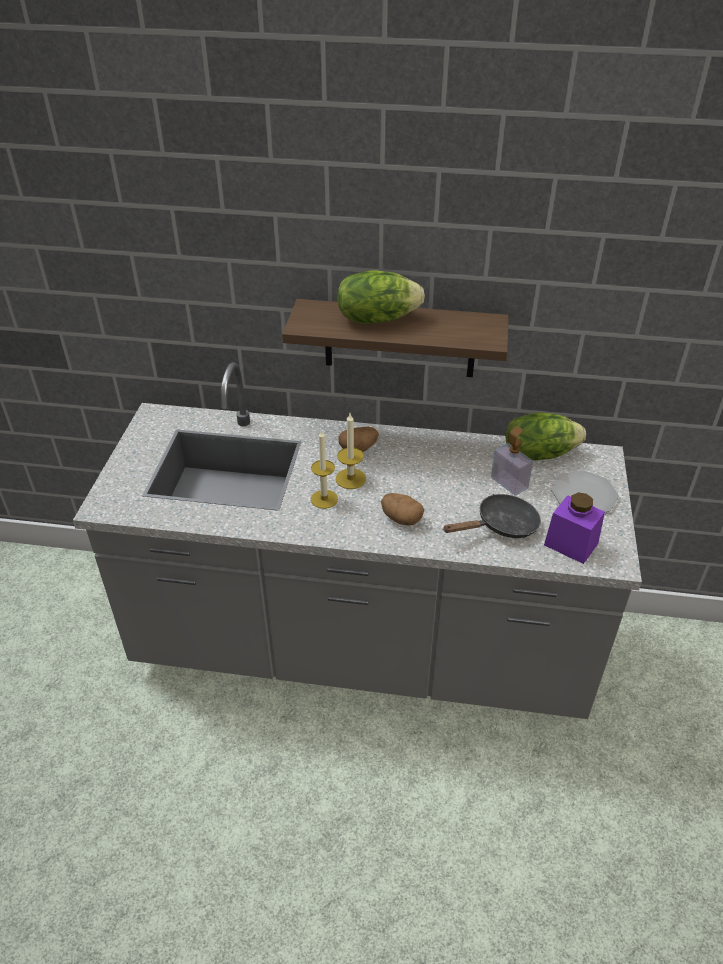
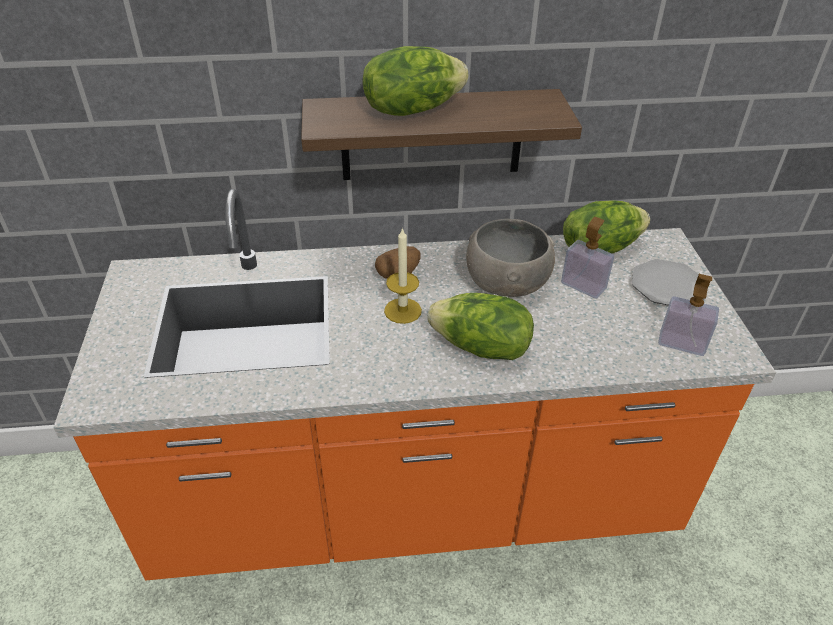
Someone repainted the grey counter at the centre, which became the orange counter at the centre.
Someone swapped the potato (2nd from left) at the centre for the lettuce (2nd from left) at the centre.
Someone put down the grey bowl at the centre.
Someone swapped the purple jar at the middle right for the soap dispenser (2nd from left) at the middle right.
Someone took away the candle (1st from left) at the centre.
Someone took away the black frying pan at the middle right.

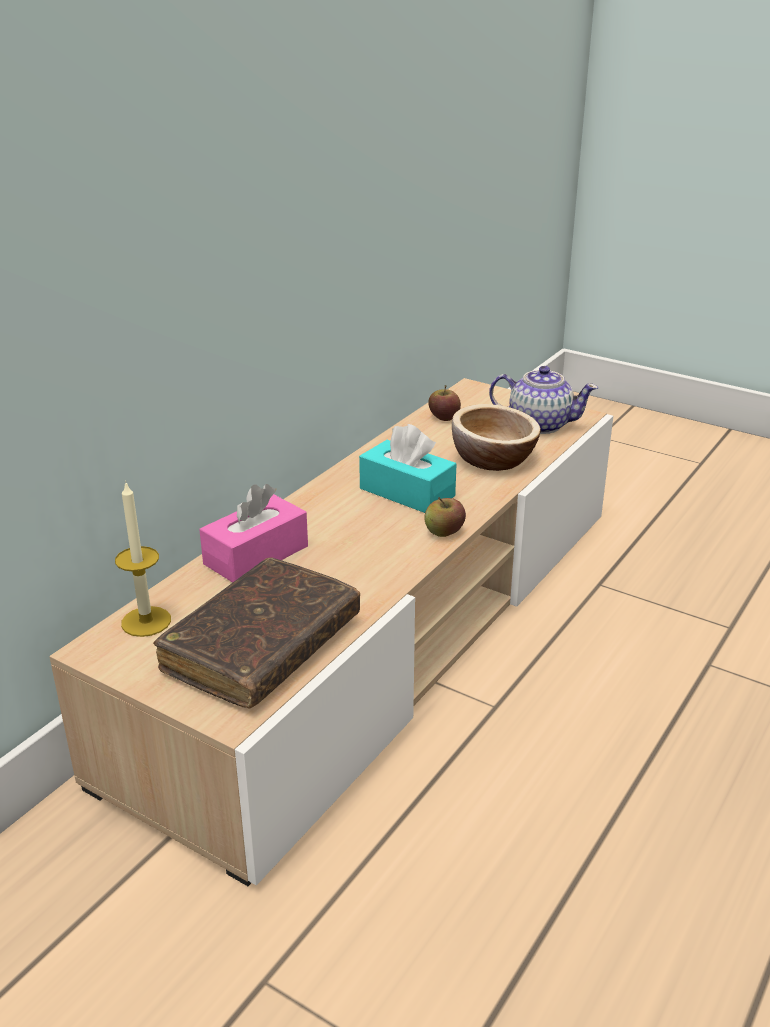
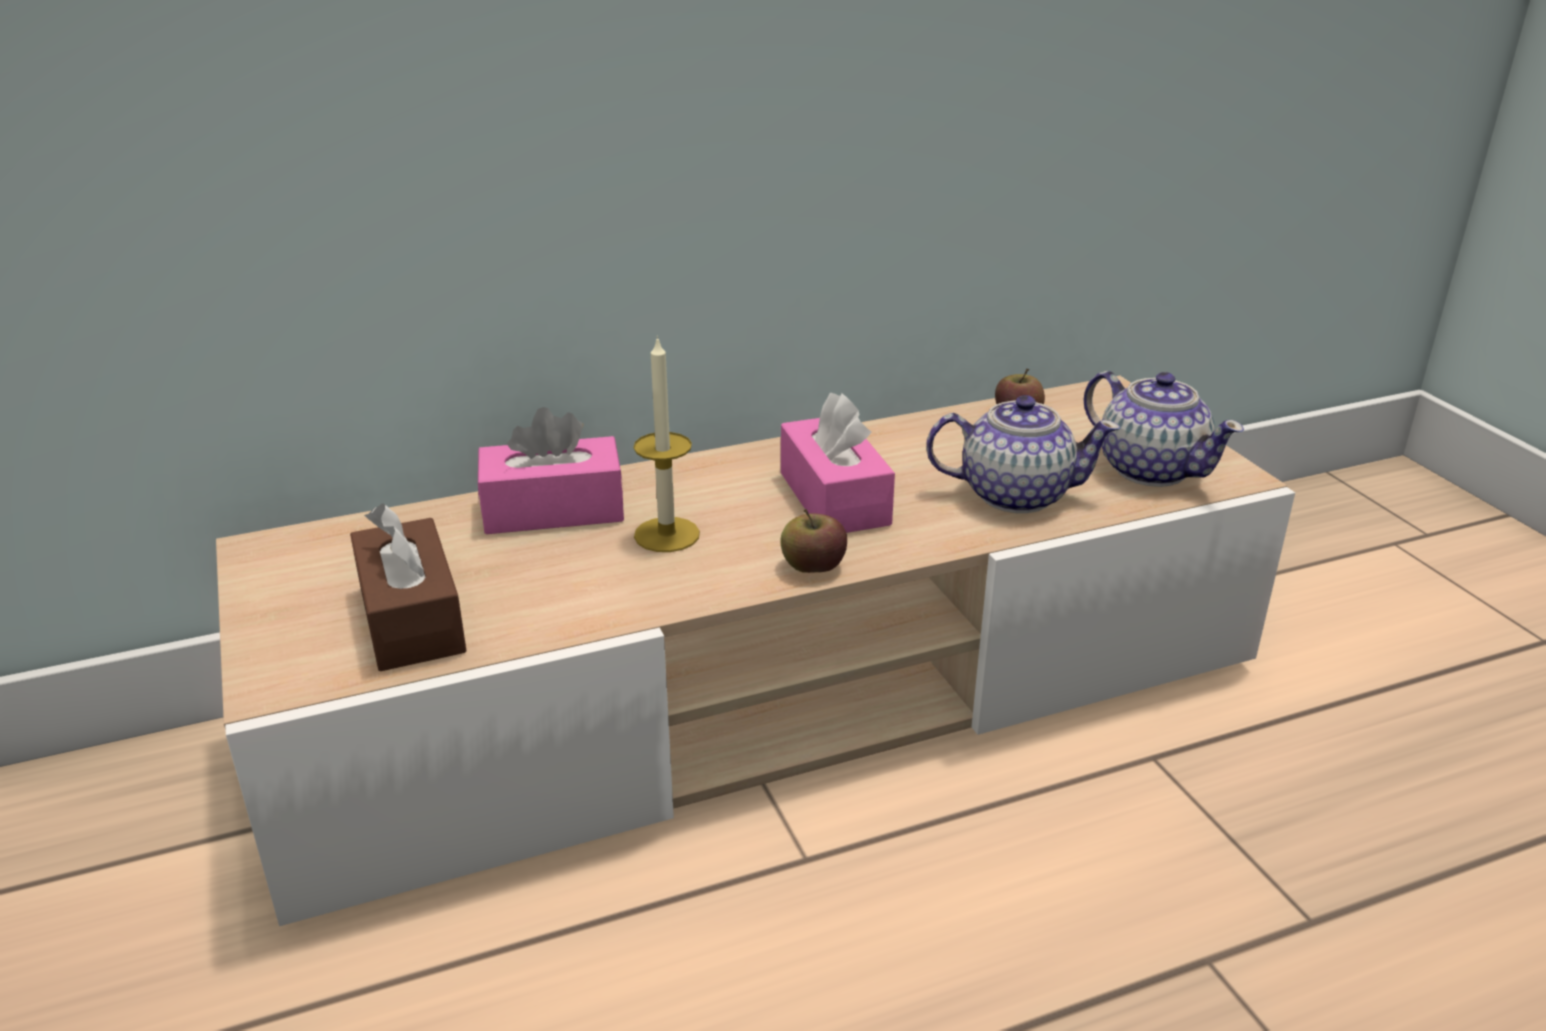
Someone swapped the brown book at the middle left for the brown tissue box at the middle left.
Someone carried the candle from the middle left to the centre.
Someone repainted the turquoise tissue box at the centre, which became the pink tissue box (2nd from left) at the centre.
Someone swapped the bowl at the centre for the teapot (1st from left) at the centre.

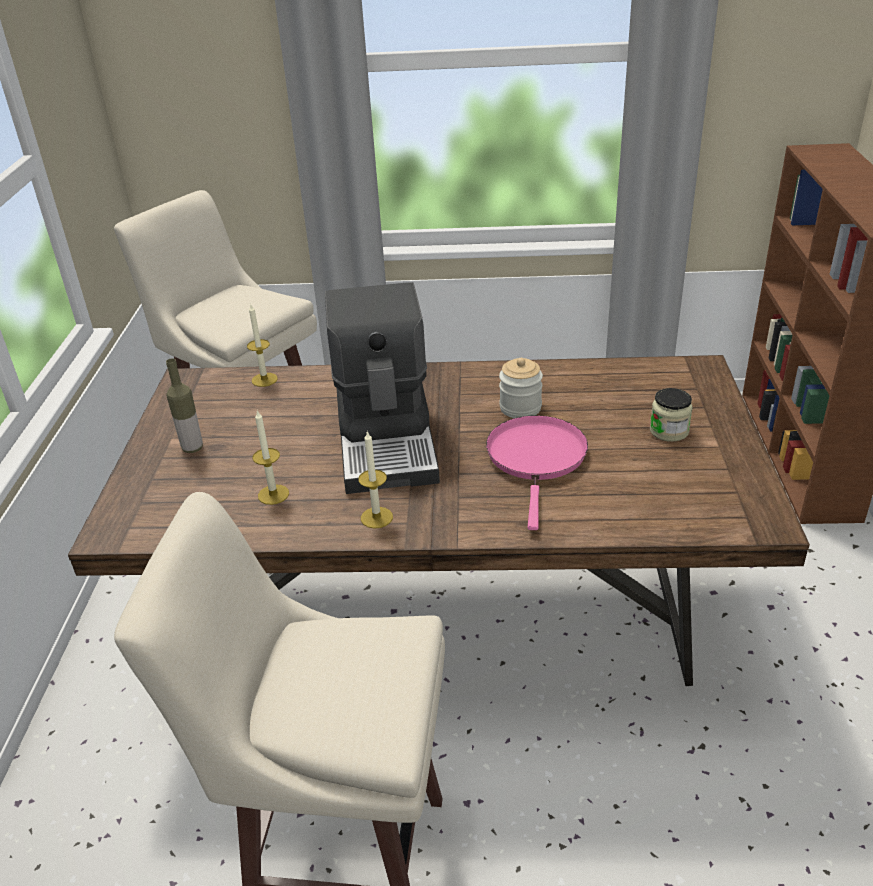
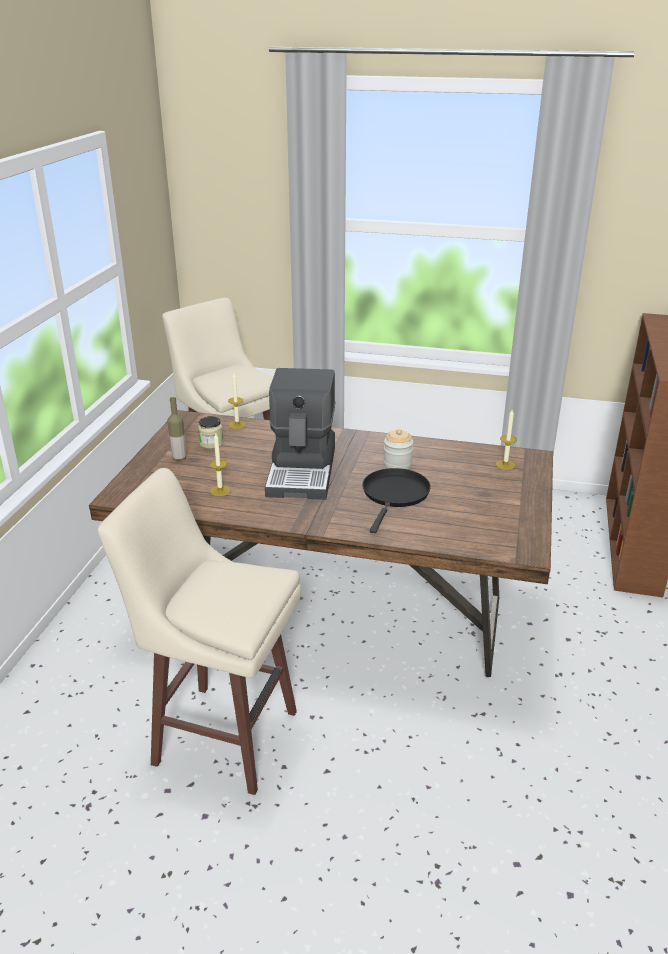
Someone carried the jar (2nd from left in the first image) from the middle right to the middle left.
Someone repainted the pink frying pan at the centre, which became the black frying pan at the centre.
Someone carried the candle (3rd from left) from the centre to the middle right.

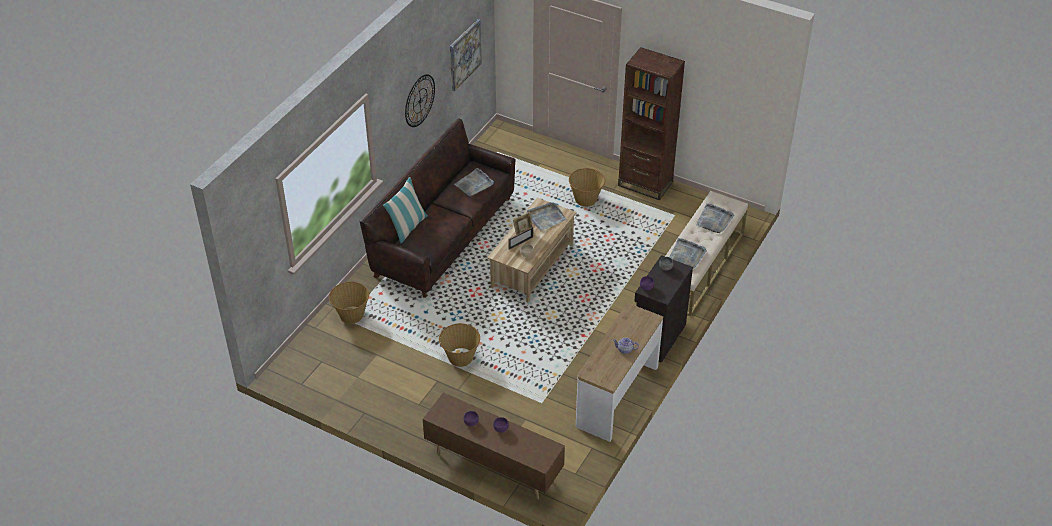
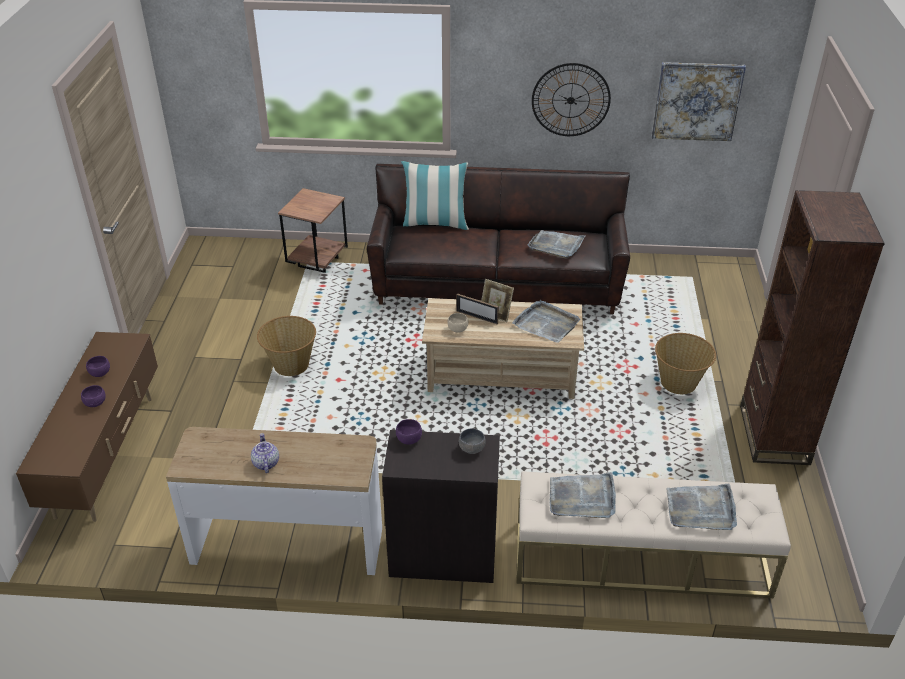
Someone swapped the basket (1st from left) at the middle left for the brown side table at the centre.

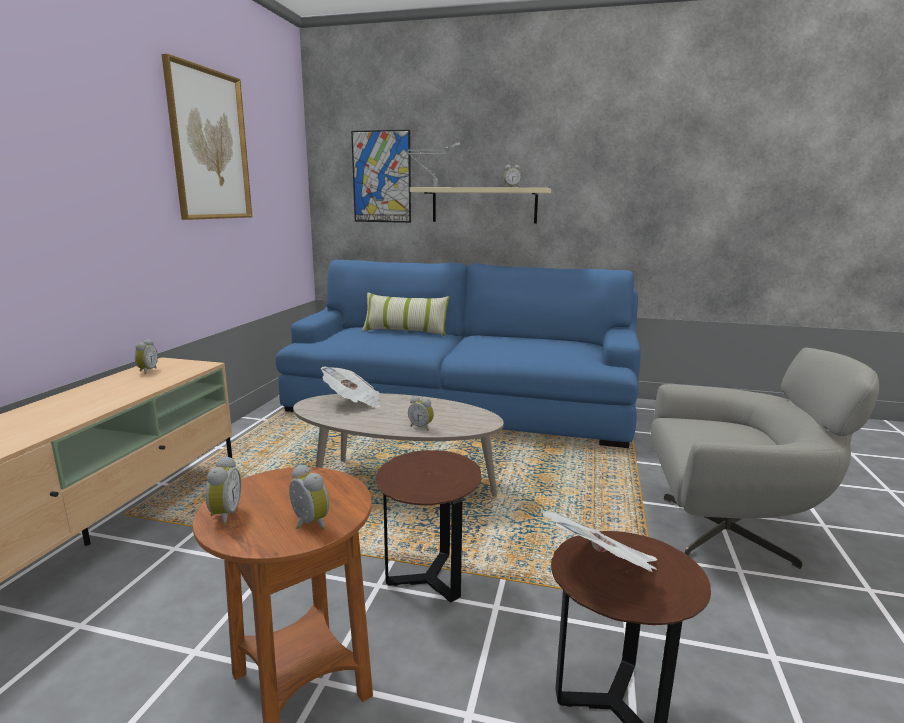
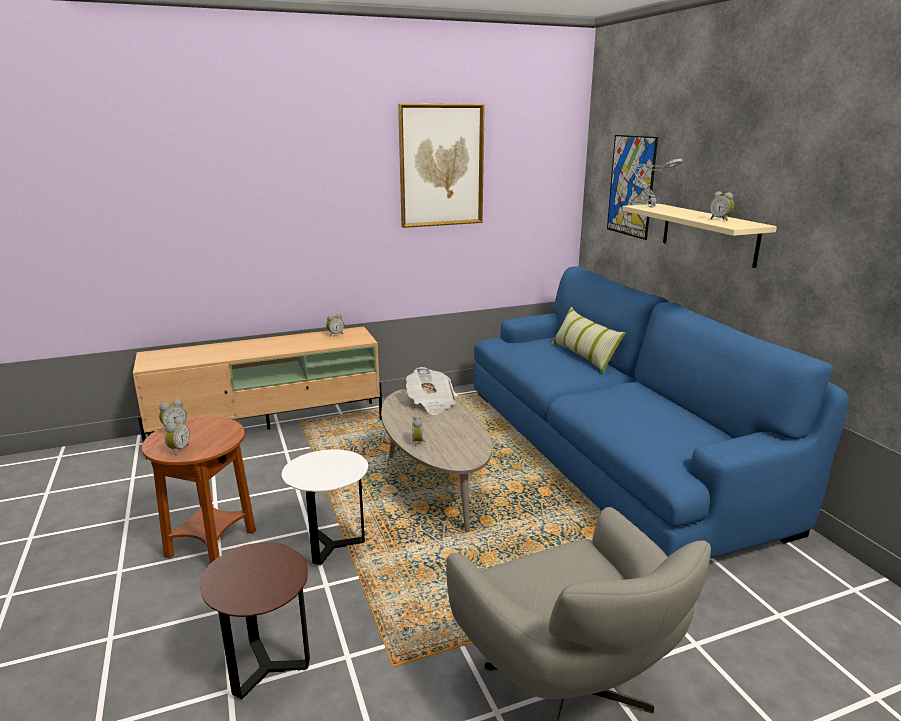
Someone repainted the brown side table (2nd from left) at the bottom centre, which became the white side table at the bottom centre.
Someone took away the newspaper (2nd from left) at the bottom centre.

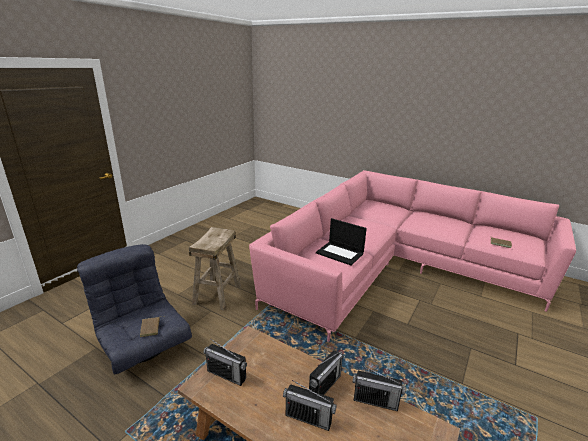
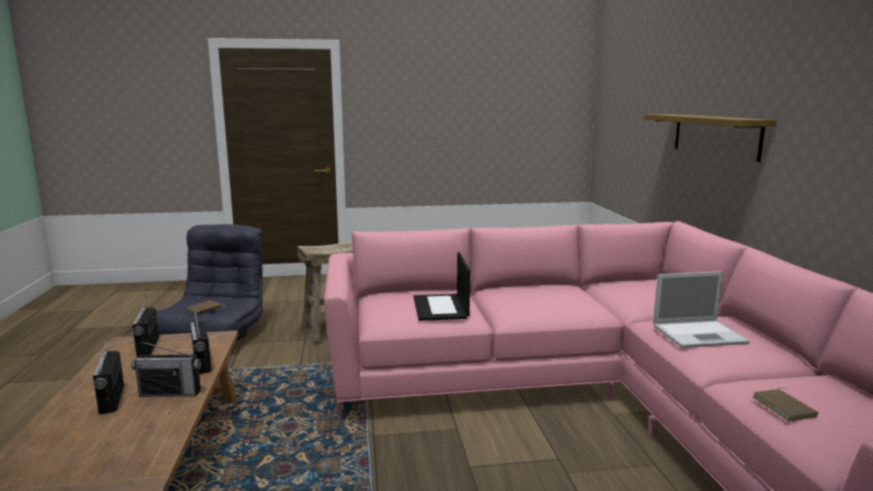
Someone carried the radio (4th from left) from the bottom centre to the bottom left.
Someone put up the shelf at the top right.
Someone put down the laptop (2nd from left) at the middle right.

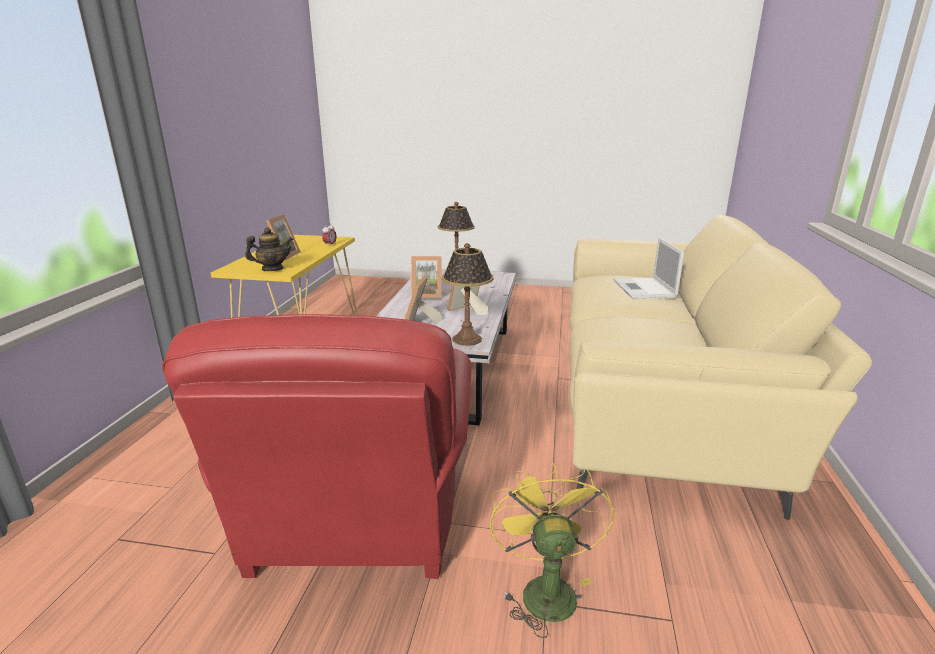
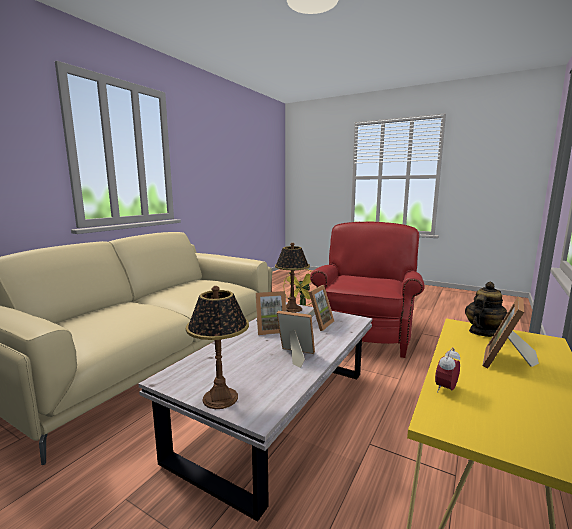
Someone rotated the teapot at the middle left by 135 degrees clockwise.
Someone took away the laptop at the middle right.

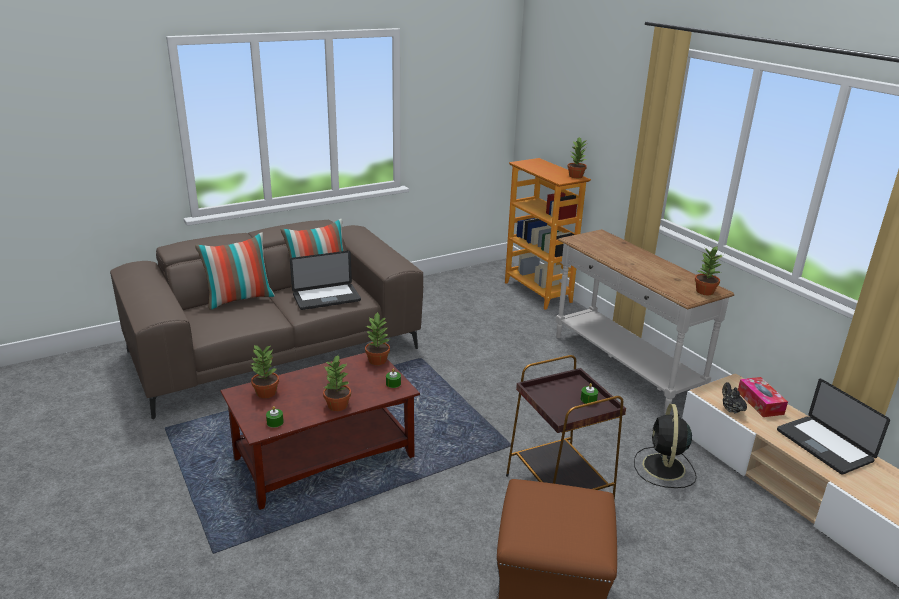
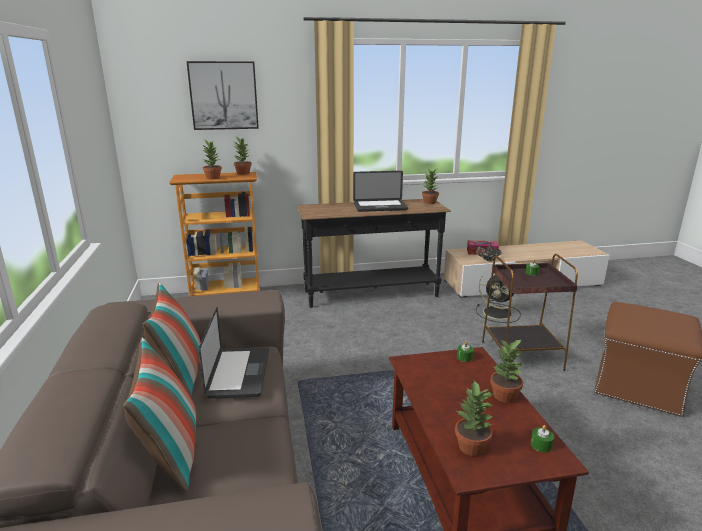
Someone put up the picture at the top left.
Someone carried the potted plant (3rd from left in the first image) from the centre to the top left.
Someone repainted the white console table at the middle right, which became the black console table at the centre.
Someone carried the laptop (2nd from left) from the bottom right to the centre.

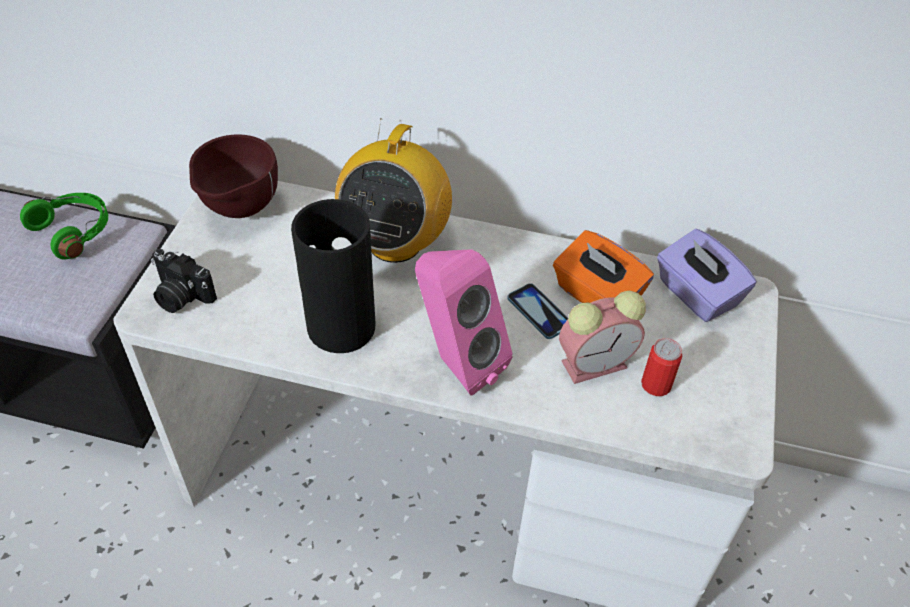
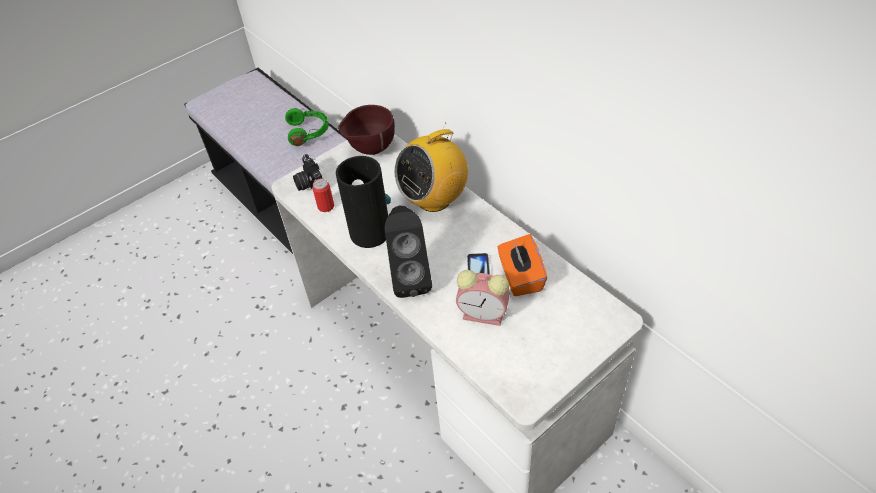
Someone carried the can from the middle right to the centre.
Someone repainted the pink speaker at the centre, which became the black speaker at the centre.
Someone took away the purple tissue box at the middle right.

